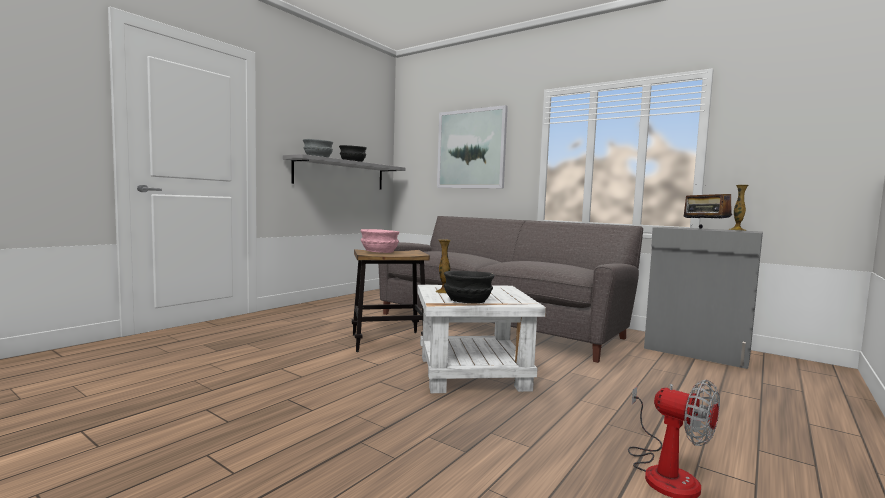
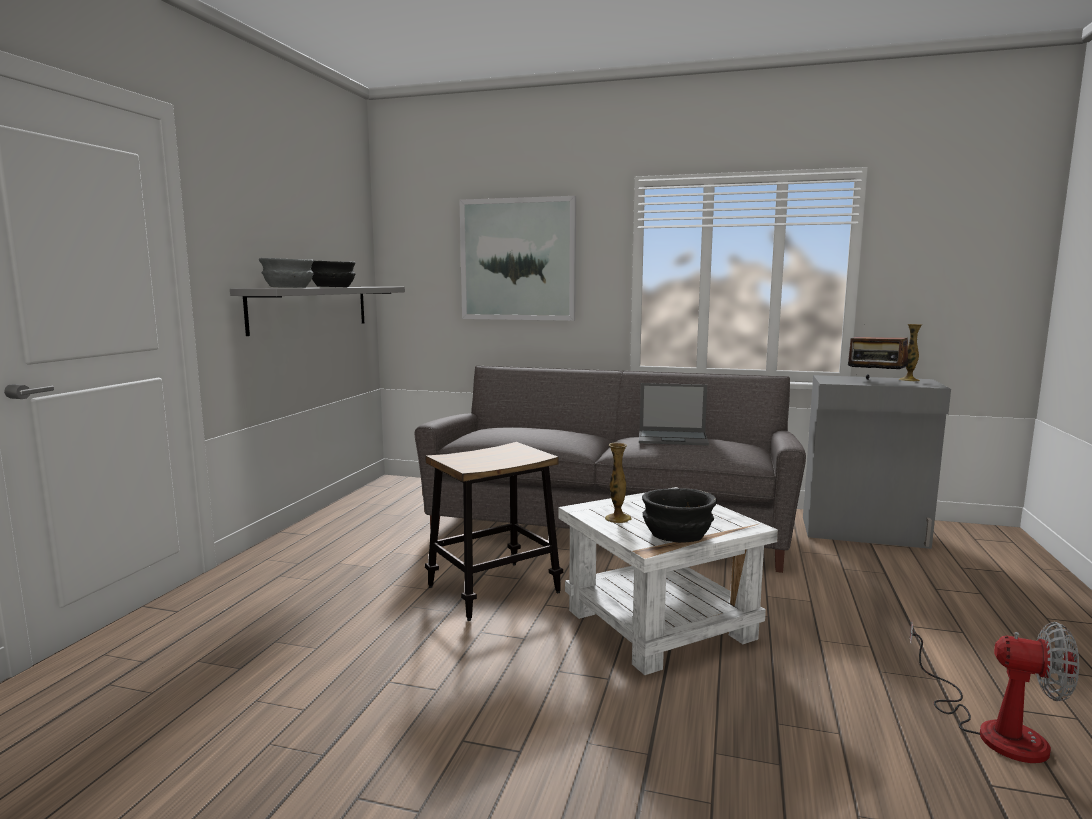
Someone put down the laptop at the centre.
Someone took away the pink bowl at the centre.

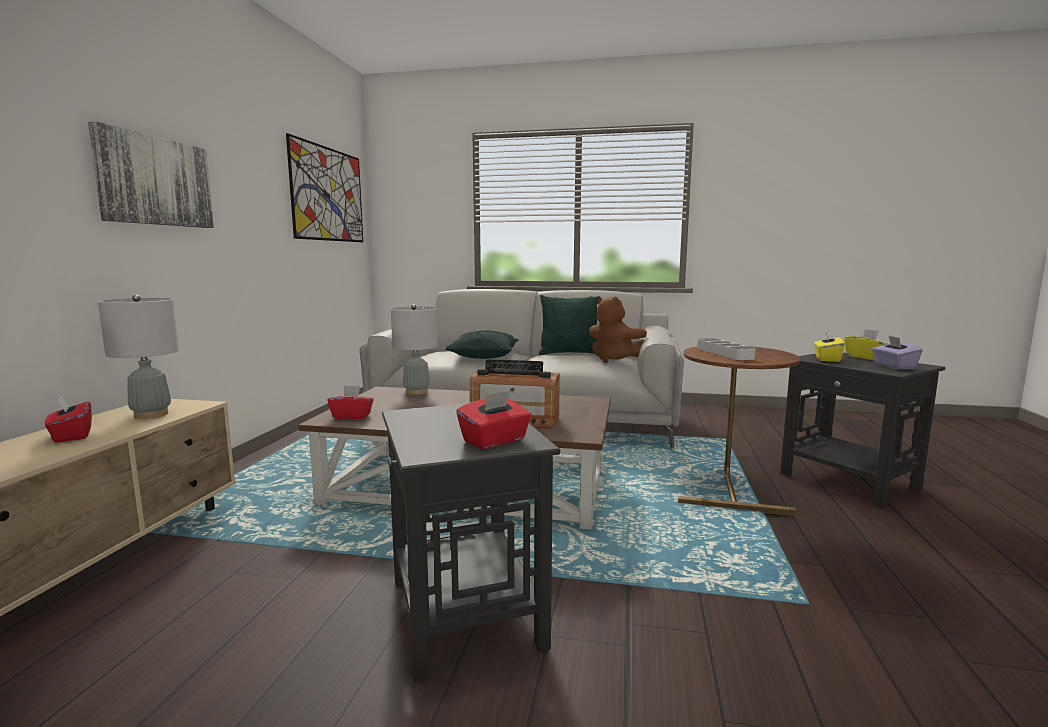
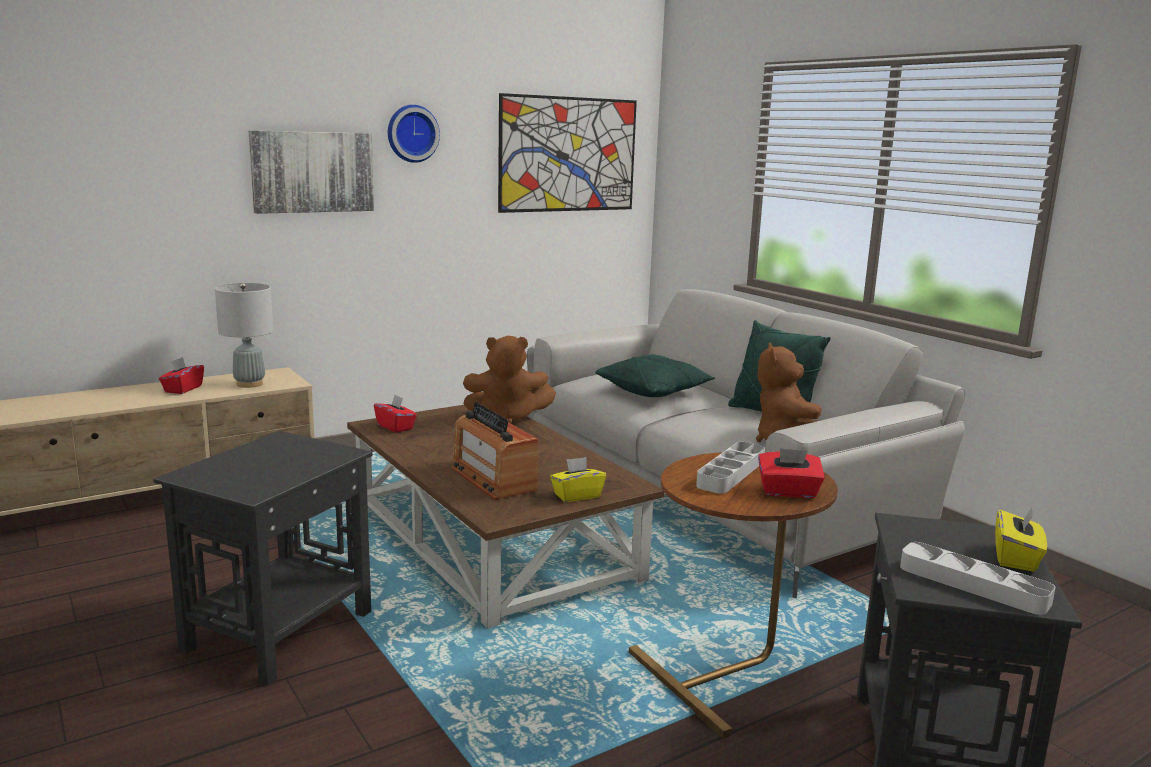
Someone put up the wall clock at the top centre.
Someone swapped the grey table lamp (2nd from left) at the centre for the brown plush toy (1st from left) at the centre.
Someone carried the yellow tissue box (1st from left) from the middle right to the centre.
Someone carried the red tissue box (3rd from left) from the centre to the middle right.
Someone swapped the purple tissue box at the middle right for the grey tray (2nd from left) at the bottom right.

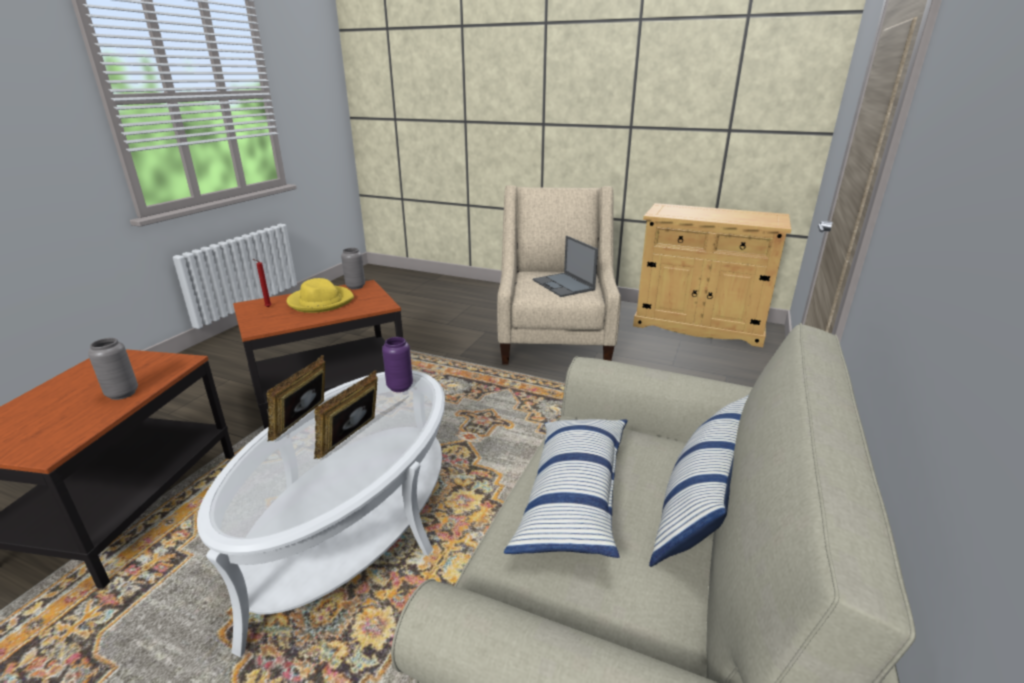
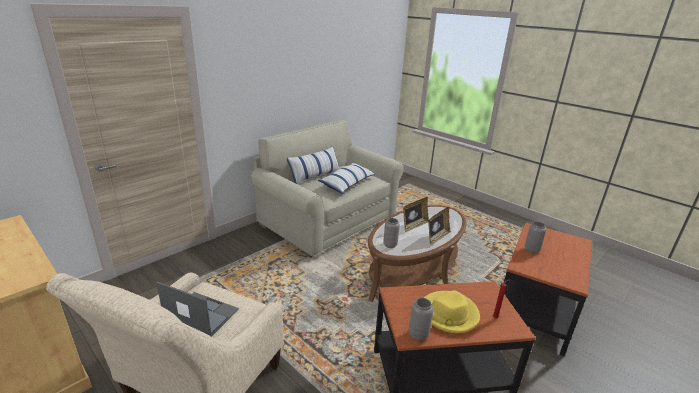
Someone rotated the laptop at the centre by 60 degrees counterclockwise.
Someone repainted the white coffee table at the bottom left, which became the brown coffee table at the centre.
Someone repainted the purple vase at the centre, which became the grey vase (1st from left) at the centre.

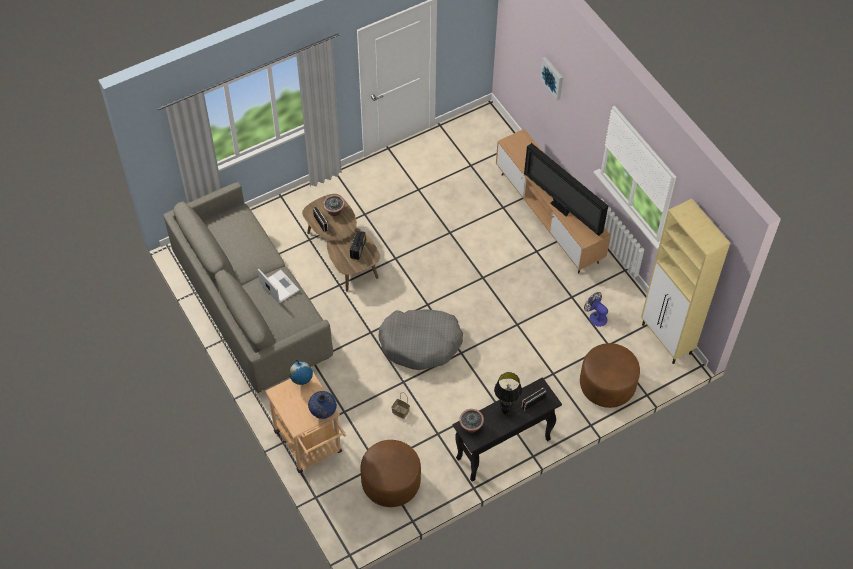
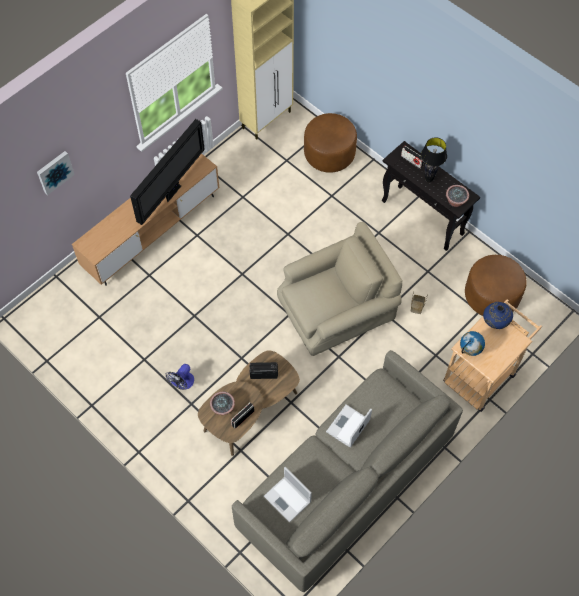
Someone carried the fan from the middle right to the middle left.
Someone put down the laptop (1st from left) at the bottom centre.
Someone swapped the grey dog bed at the centre for the beige armchair at the centre.

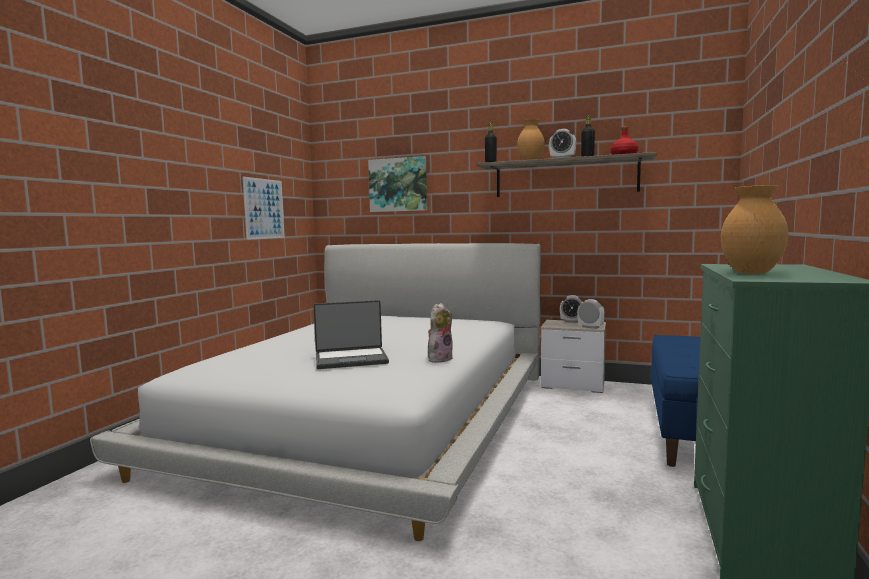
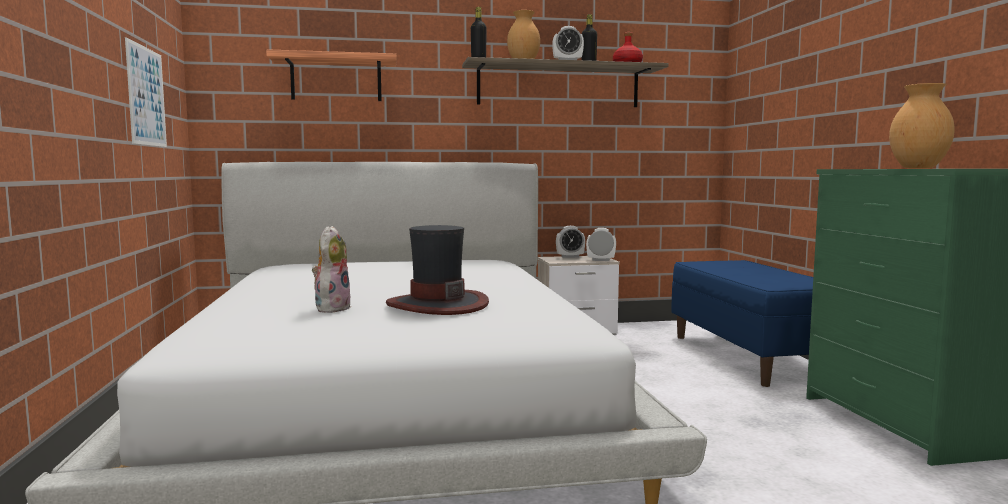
Someone swapped the picture (2nd from left) at the top centre for the shelf (1st from left) at the top left.
Someone carried the plush toy from the centre to the middle left.
Someone swapped the laptop at the centre for the hat at the centre.

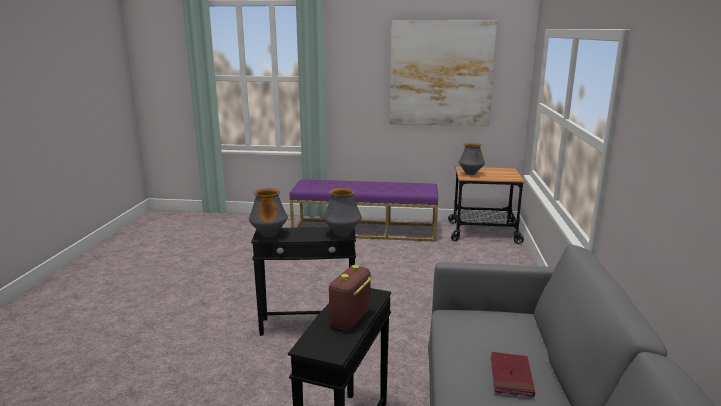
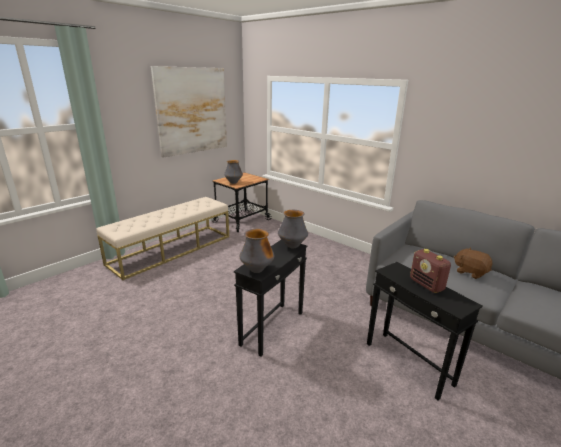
Someone repainted the purple bench at the centre, which became the beige bench at the middle left.
Someone swapped the red book at the bottom right for the brown plush toy at the middle right.

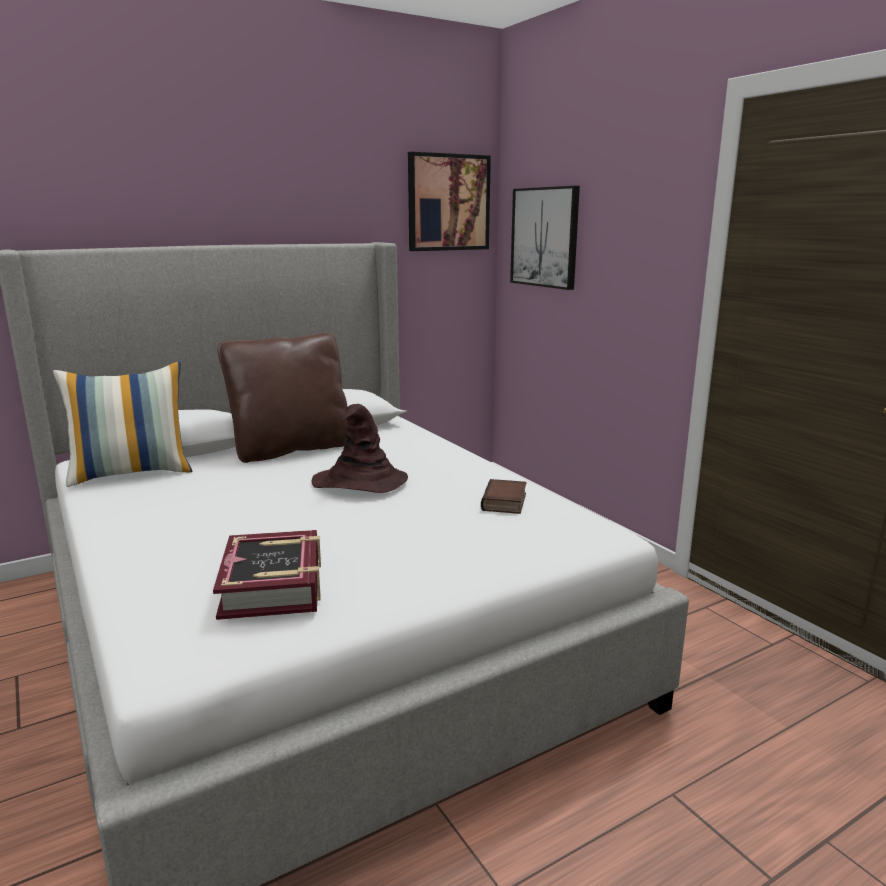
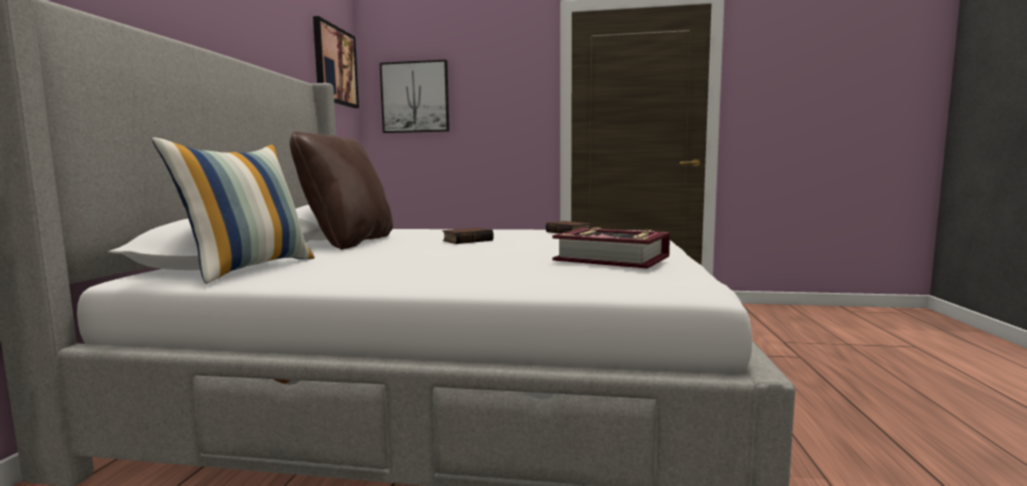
Someone swapped the brown hat at the centre for the book (1st from left) at the centre.

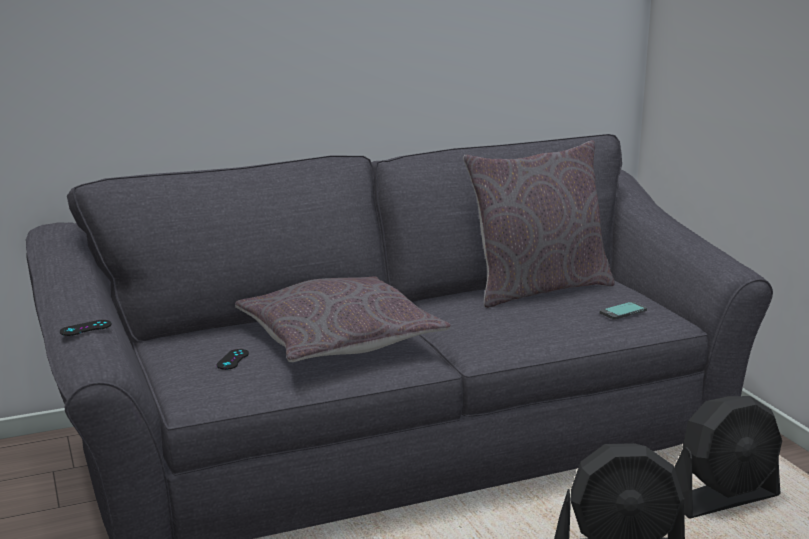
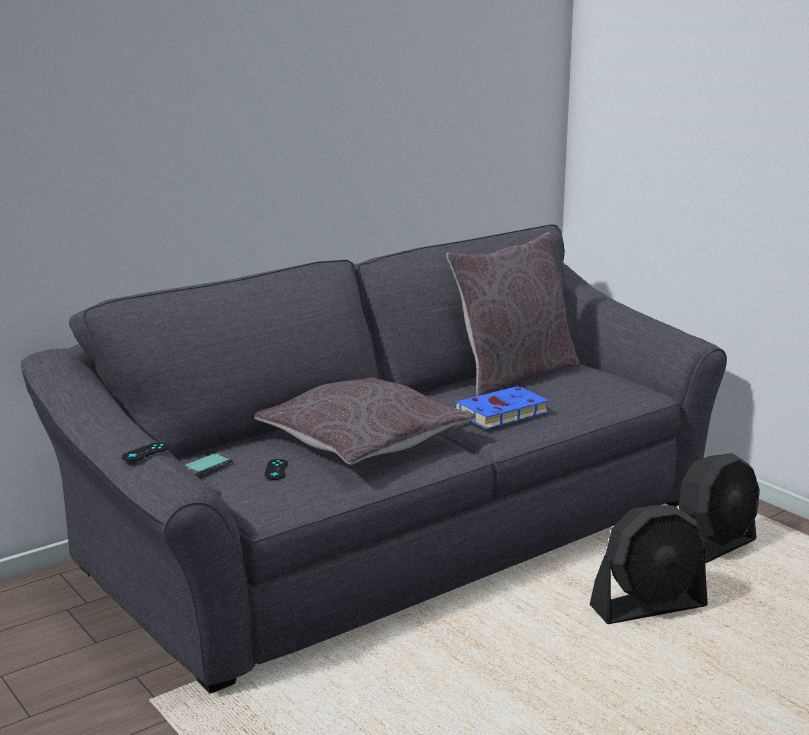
Someone carried the phone from the middle right to the middle left.
Someone put down the blue book at the centre.

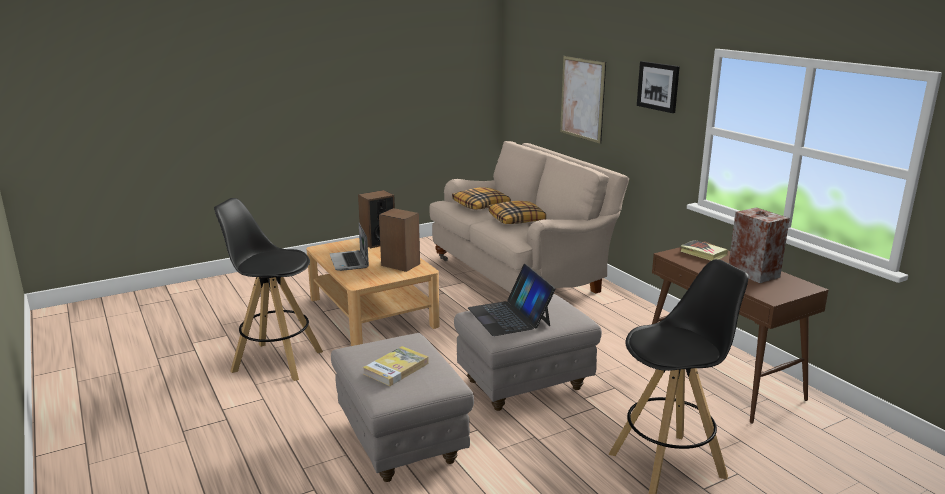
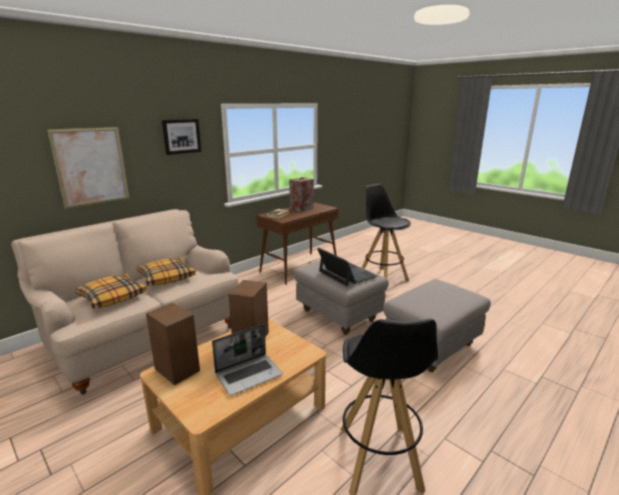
Someone rotated the laptop (2nd from left) at the centre by 90 degrees counterclockwise.
Someone took away the book (1st from left) at the bottom centre.

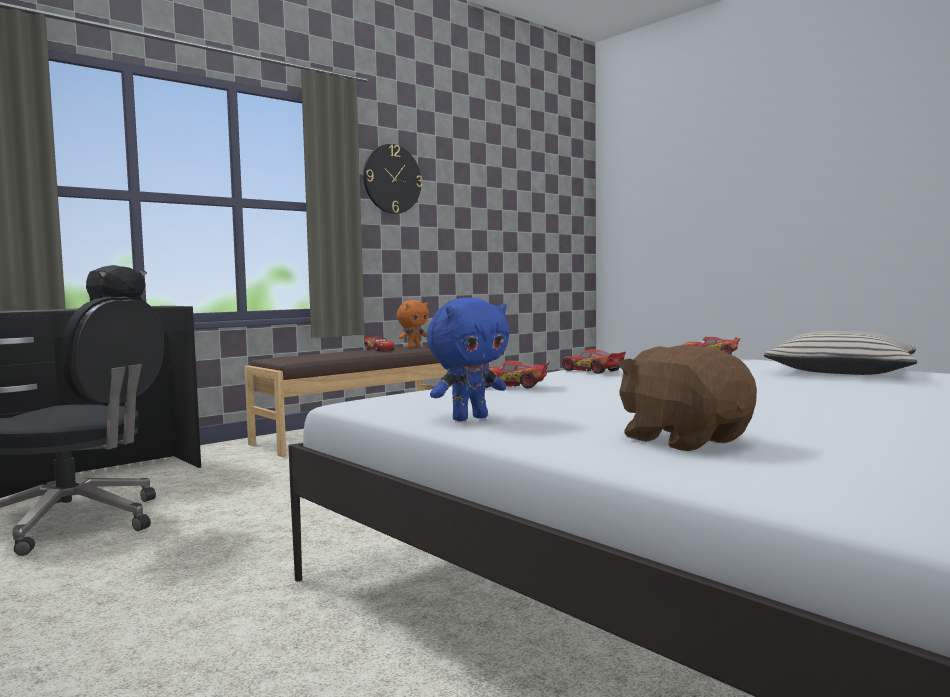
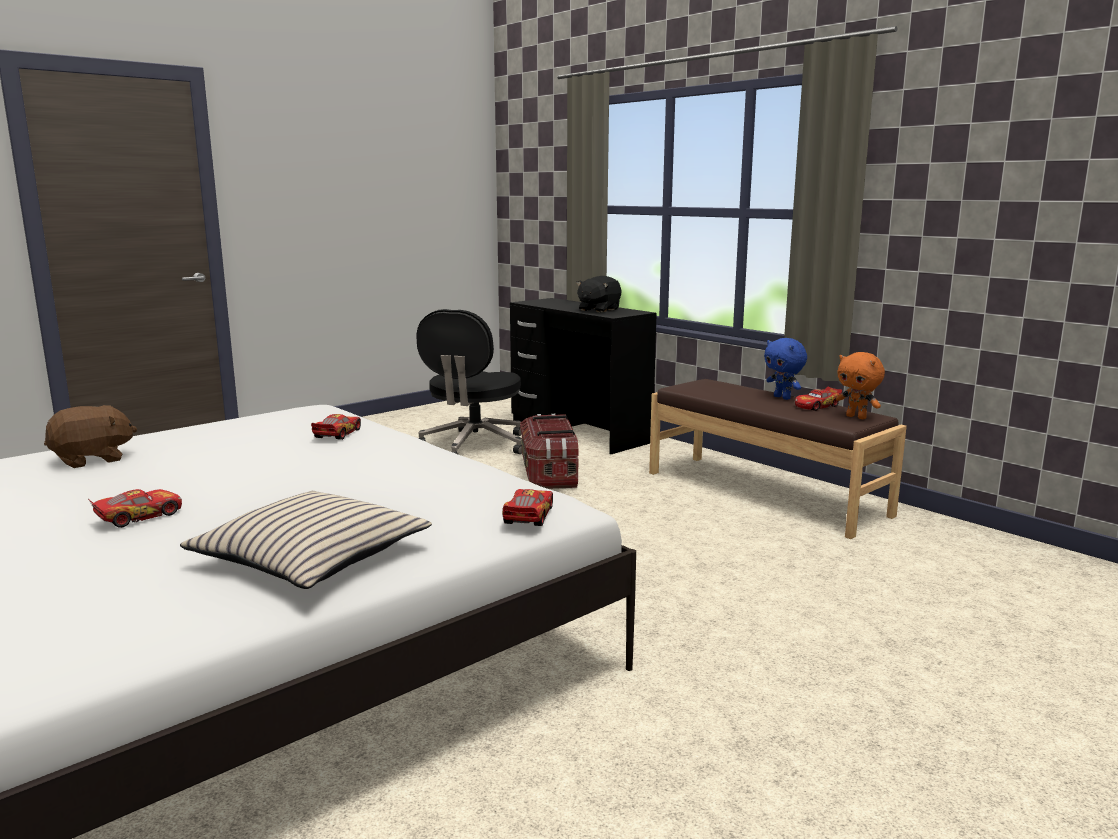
Someone carried the toy car (3rd from left in the first image) from the centre to the middle left.
Someone put down the storage box at the centre.
Someone carried the blue plush toy from the centre to the middle right.
Someone took away the wall clock at the top centre.

